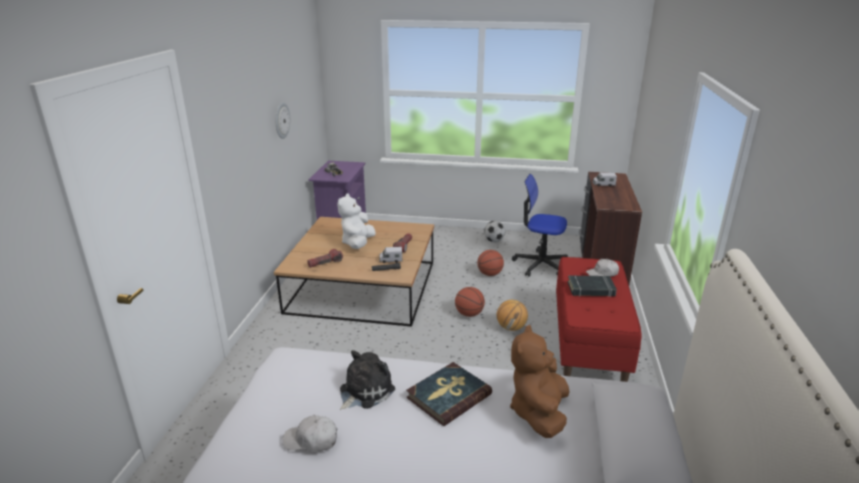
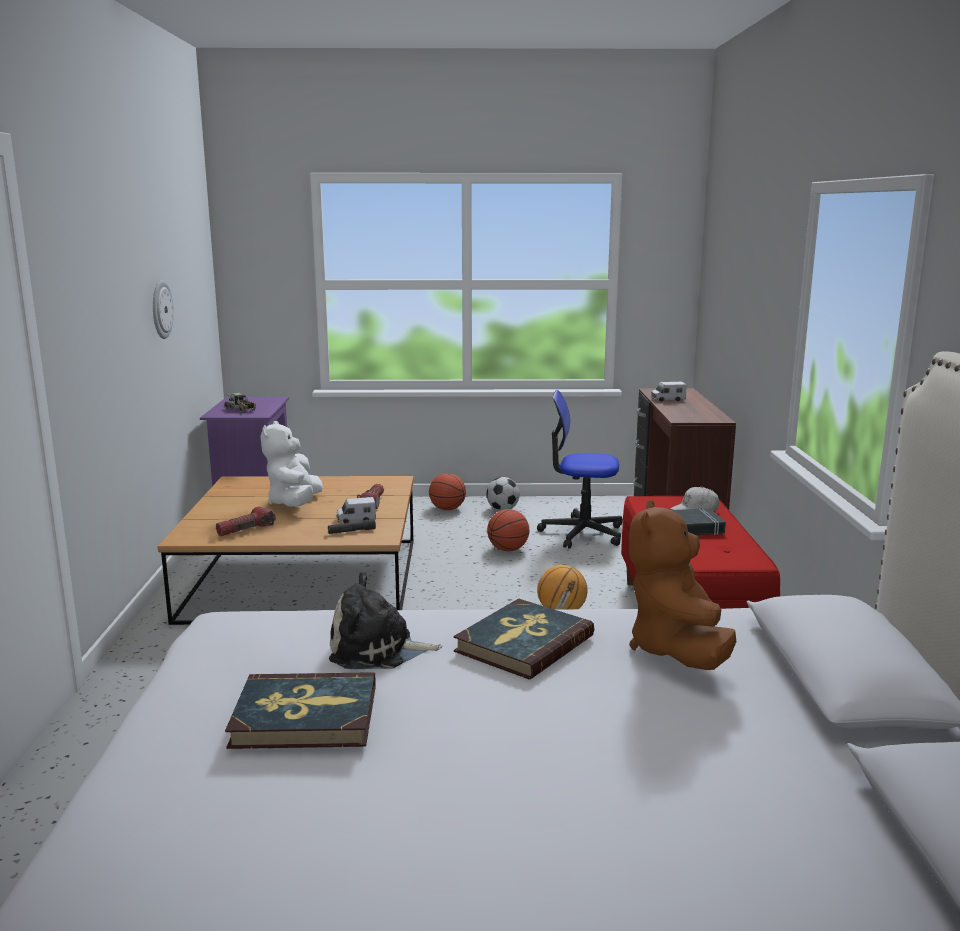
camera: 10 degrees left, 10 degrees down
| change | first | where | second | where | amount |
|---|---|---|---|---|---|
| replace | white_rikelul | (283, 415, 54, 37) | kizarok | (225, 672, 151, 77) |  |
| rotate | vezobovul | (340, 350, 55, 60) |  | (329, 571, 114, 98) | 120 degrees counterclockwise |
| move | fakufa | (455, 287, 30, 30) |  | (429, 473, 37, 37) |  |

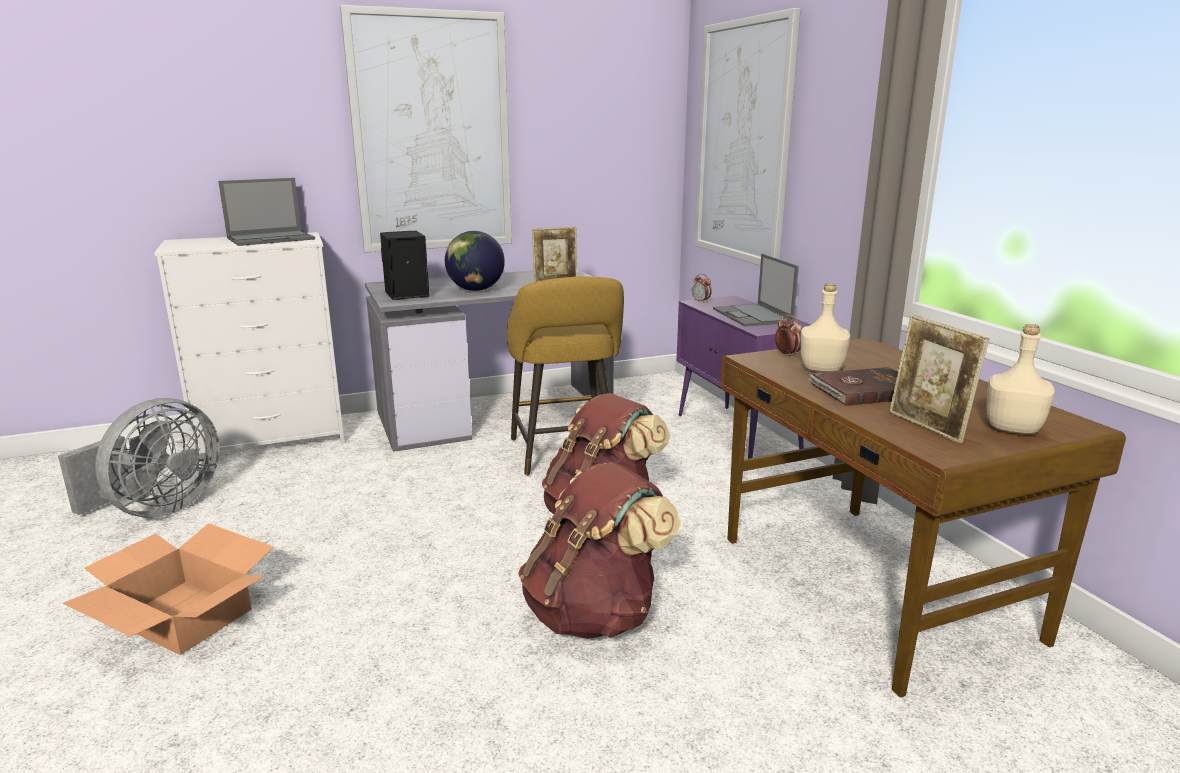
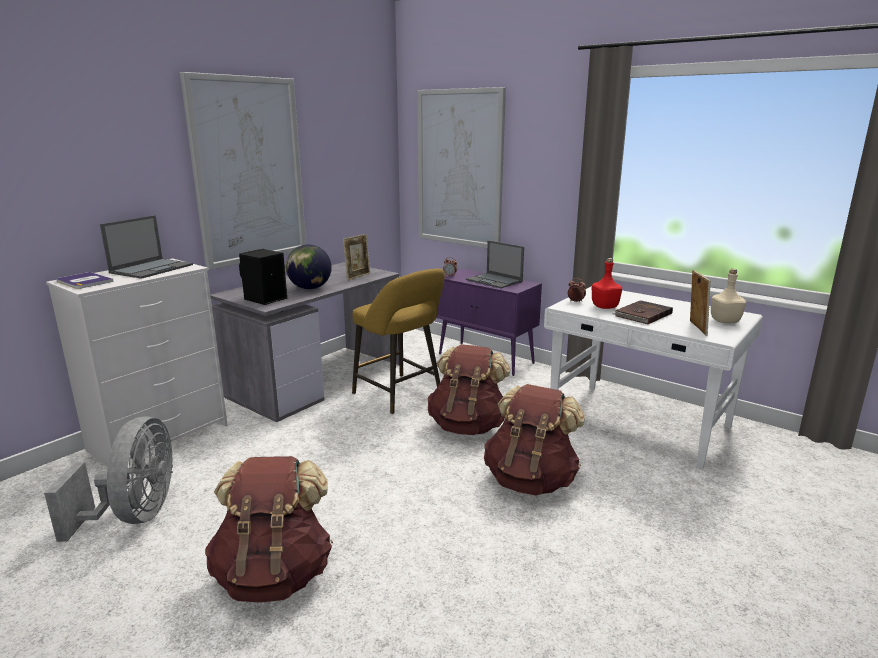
camera: 30 degrees left, 0 degrees up
| change | first | where | second | where | amount |
|---|---|---|---|---|---|
| replace | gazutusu | (63, 523, 211, 132) | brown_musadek | (205, 456, 128, 147) |  |
| recolor | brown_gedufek | (721, 338, 405, 360) | white_gedufek | (544, 286, 219, 184) |  |
| recolor | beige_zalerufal | (800, 283, 50, 89) | red_zalerufal | (592, 258, 30, 51) |  |
| rotate | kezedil | (889, 314, 100, 130) |  | (690, 270, 21, 66) | 120 degrees counterclockwise |
| insert |  |  | kizarok | (56, 272, 58, 17) |  |

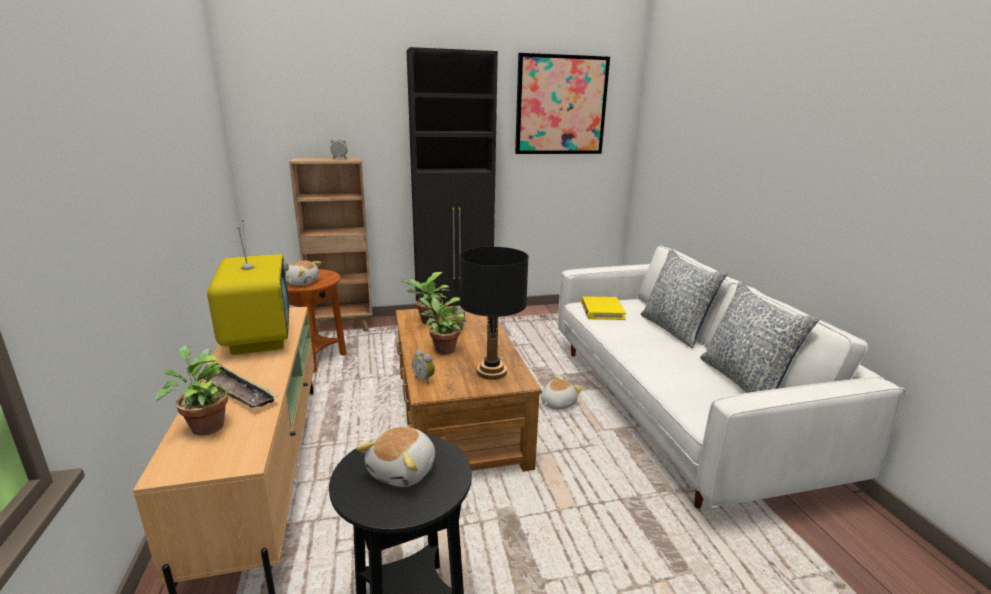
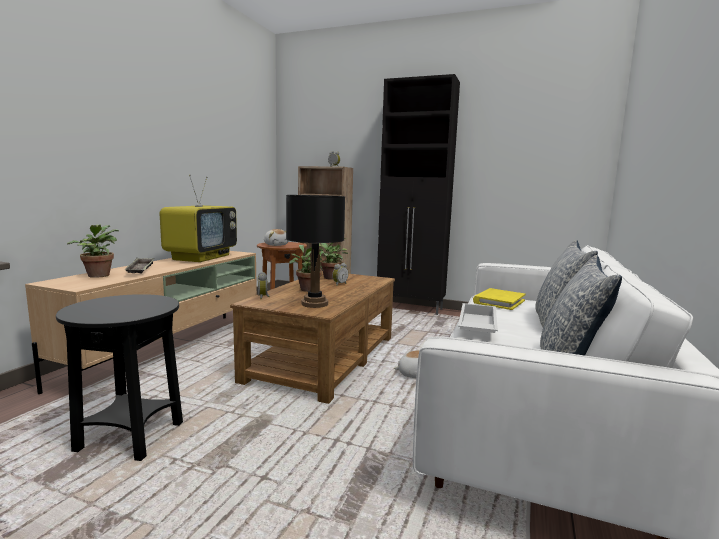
camera: 35 degrees right, 10 degrees down
| change | first | where | second | where | amount |
|---|---|---|---|---|---|
| delete | vezobovul | (356, 427, 79, 60) |  |  |  |
| delete | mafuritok | (515, 53, 95, 101) |  |  |  |
| insert |  |  | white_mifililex | (458, 303, 40, 30) |  |

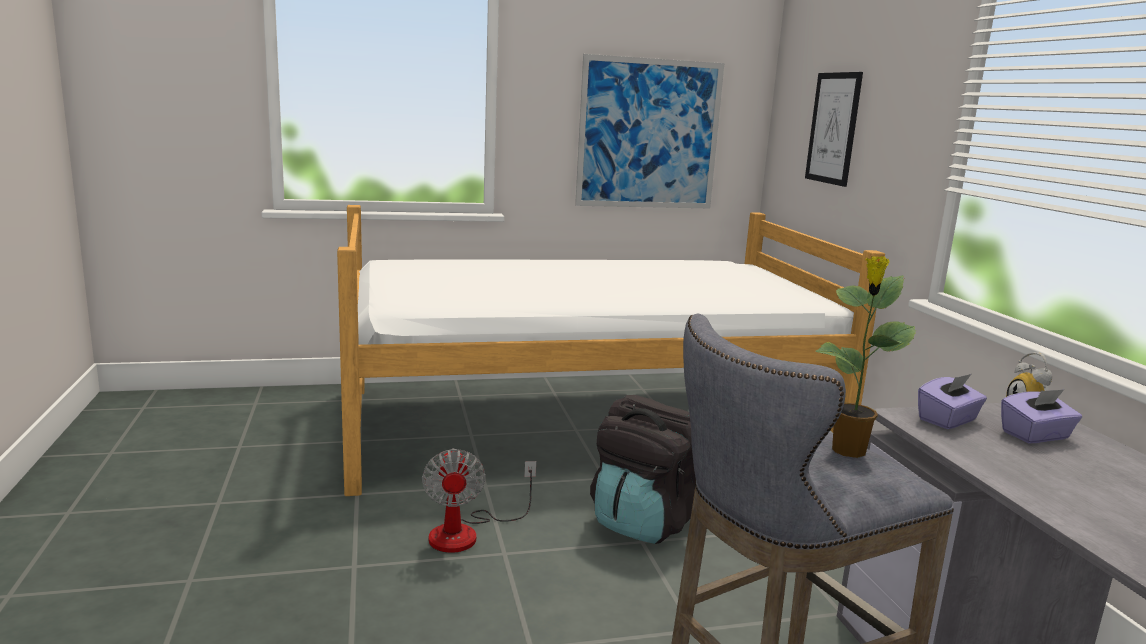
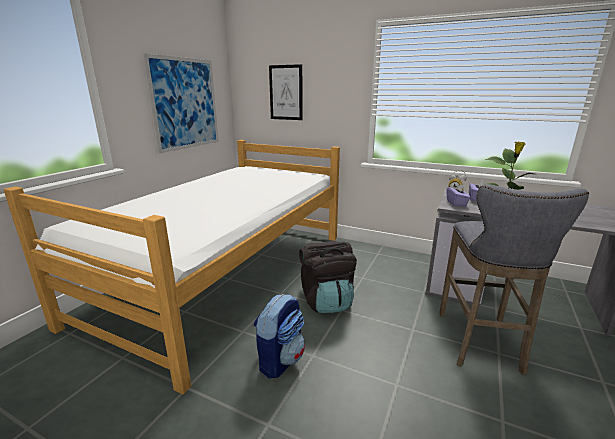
camera: 50 degrees left, 5 degrees up
| change | first | where | second | where | amount |
|---|---|---|---|---|---|
| replace | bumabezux | (422, 448, 114, 105) | musadek | (254, 294, 51, 85) |  |

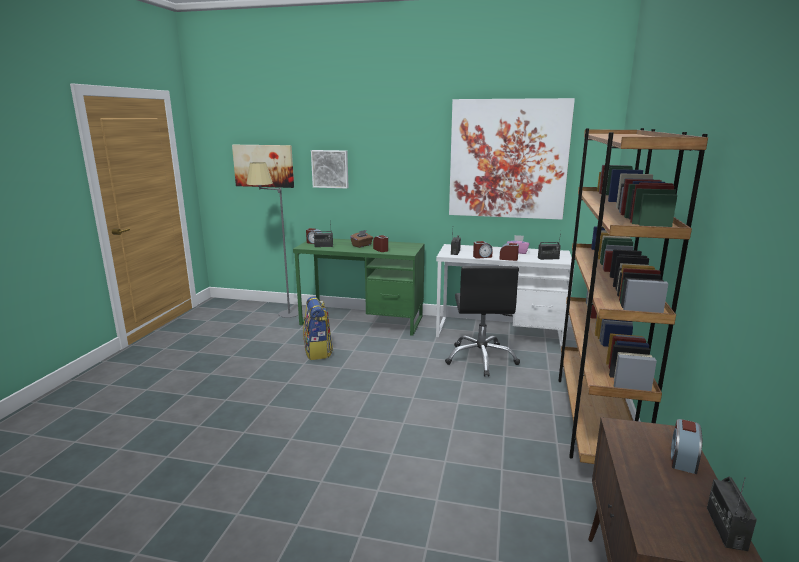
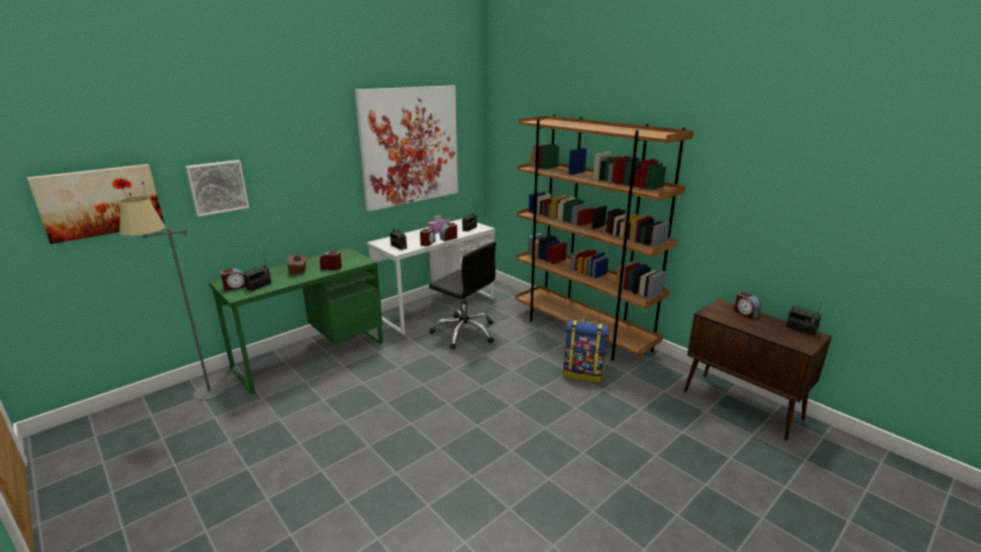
camera: 55 degrees left, 5 degrees up
| change | first | where | second | where | amount |
|---|---|---|---|---|---|
| move | musadek | (303, 296, 30, 64) |  | (563, 319, 46, 64) |  |

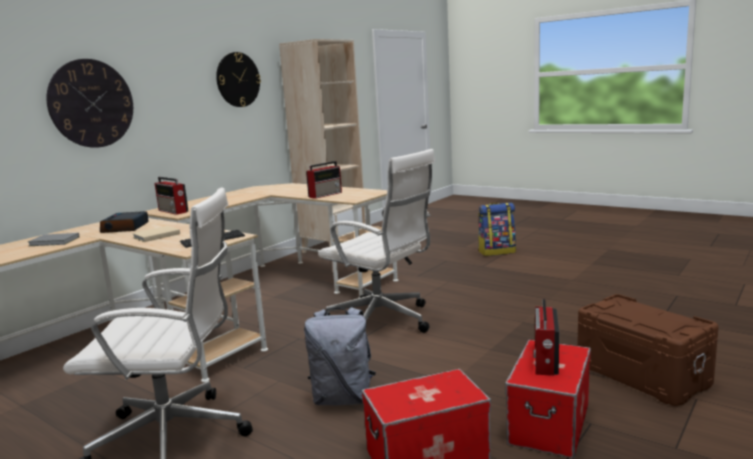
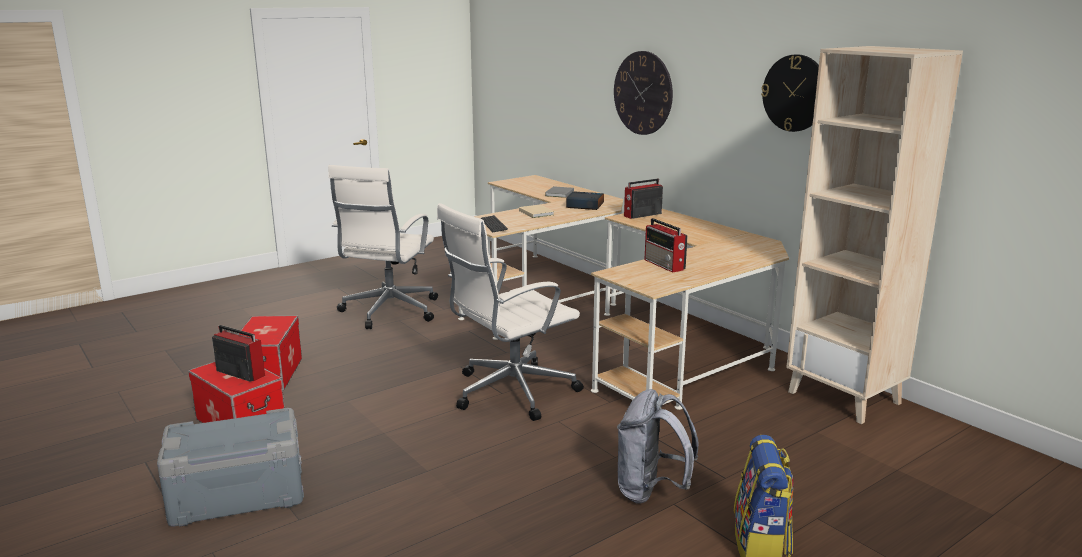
camera: 105 degrees right, 5 degrees up
| change | first | where | second | where | amount |
|---|---|---|---|---|---|
| move | grey_musadek | (304, 307, 72, 98) |  | (617, 389, 81, 115) |  |
| recolor | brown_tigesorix | (577, 294, 142, 112) | grey_tigesorix | (157, 408, 147, 119) |  |

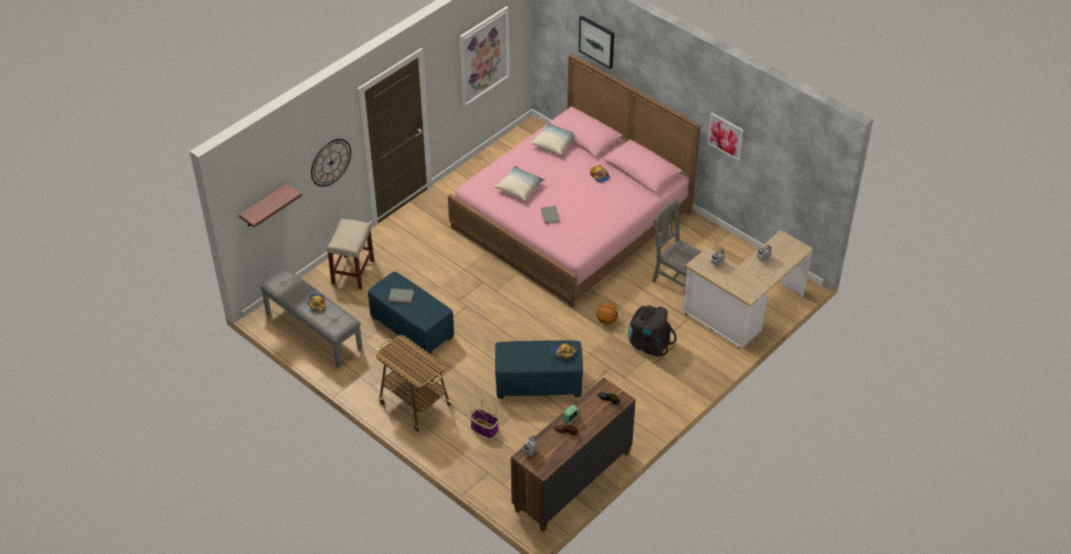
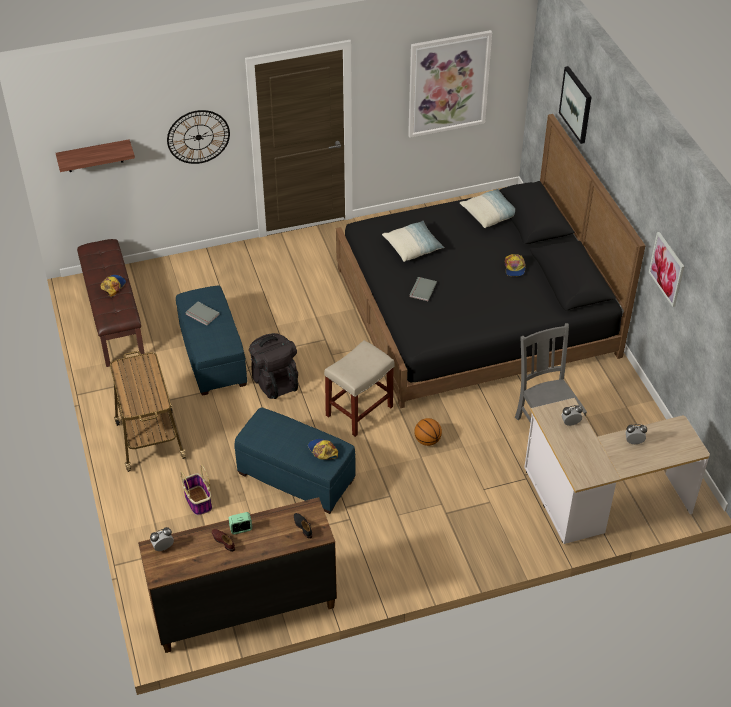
camera: 30 degrees right, 0 degrees up
| change | first | where | second | where | amount |
|---|---|---|---|---|---|
| recolor | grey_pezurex | (260, 268, 103, 100) | brown_pezurex | (77, 239, 68, 128) |  |
| move | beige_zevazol | (327, 219, 47, 70) |  | (324, 340, 70, 97) |  |
| recolor | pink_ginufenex | (448, 54, 253, 254) | black_ginufenex | (336, 114, 310, 294) |  |
| move | black_musadek | (628, 305, 48, 52) |  | (249, 333, 49, 66) |  |

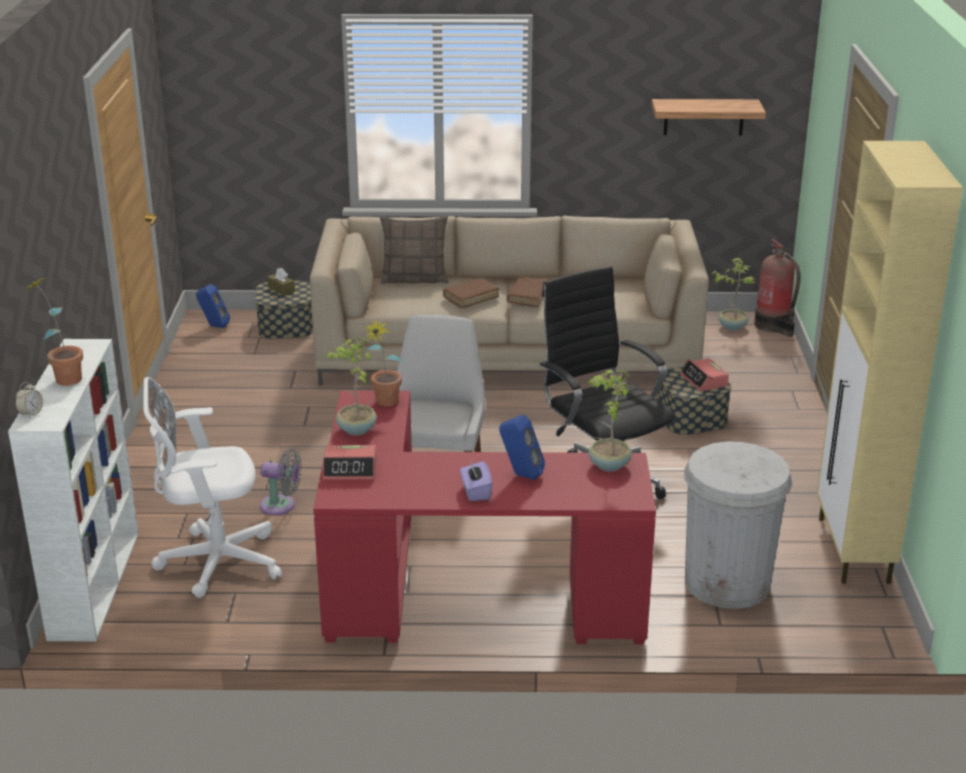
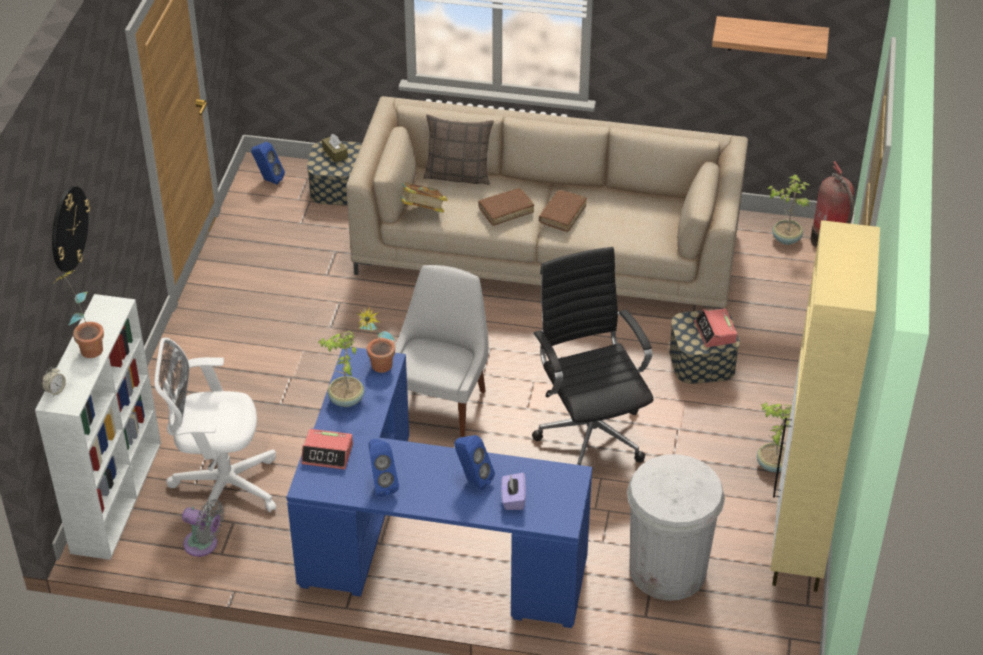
camera: 10 degrees right, 15 degrees up
| change | first | where | second | where | amount |
|---|---|---|---|---|---|
| move | grey_bumabezux | (260, 449, 42, 66) |  | (182, 499, 42, 58) |  |
| recolor | red_gedufek | (313, 390, 343, 254) | blue_gedufek | (287, 347, 305, 281) |  |
| move | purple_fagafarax | (460, 461, 33, 40) |  | (501, 473, 25, 37) |  |
| move | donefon | (587, 370, 45, 102) |  | (757, 403, 35, 69) |  |
| insert |  |  | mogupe | (52, 186, 38, 86) |  |
| insert |  |  | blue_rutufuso | (368, 439, 31, 58) |  |
| insert |  |  | kizarok | (400, 182, 48, 31) |  |

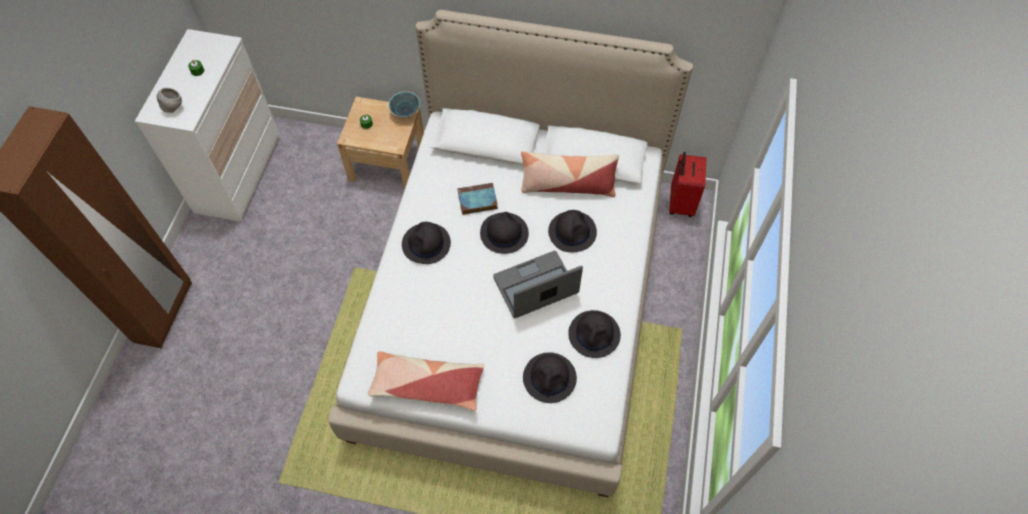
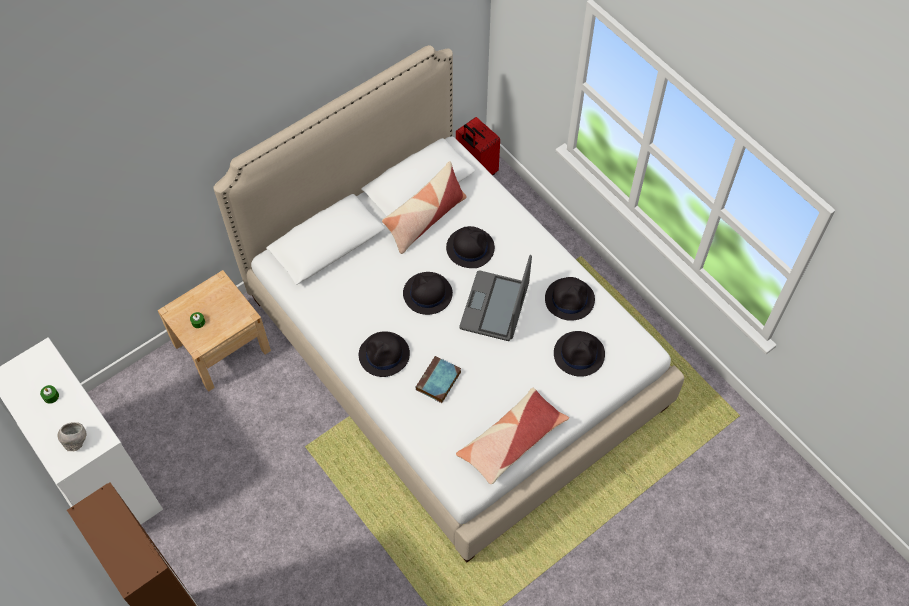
camera: 50 degrees left, 0 degrees up
| change | first | where | second | where | amount |
|---|---|---|---|---|---|
| delete | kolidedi | (389, 91, 31, 27) |  |  |  |
| move | kizarok | (457, 183, 41, 32) |  | (416, 356, 45, 47) |  |

